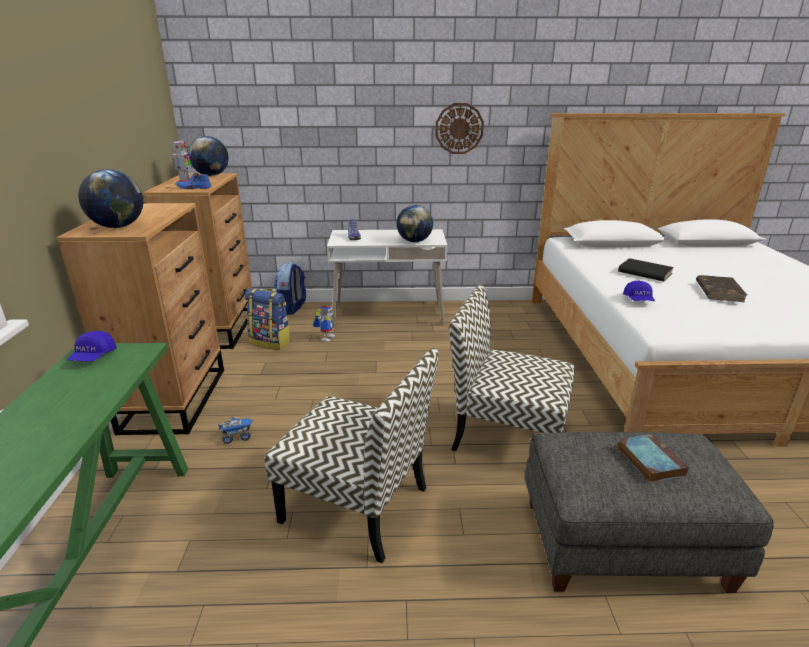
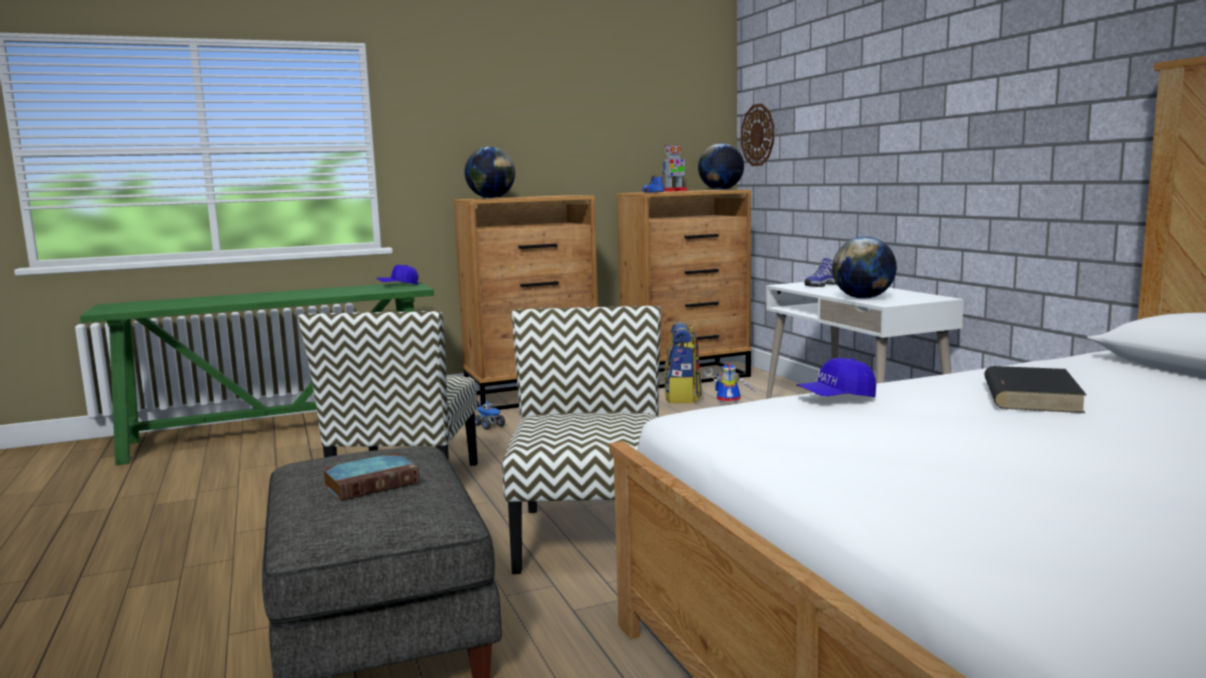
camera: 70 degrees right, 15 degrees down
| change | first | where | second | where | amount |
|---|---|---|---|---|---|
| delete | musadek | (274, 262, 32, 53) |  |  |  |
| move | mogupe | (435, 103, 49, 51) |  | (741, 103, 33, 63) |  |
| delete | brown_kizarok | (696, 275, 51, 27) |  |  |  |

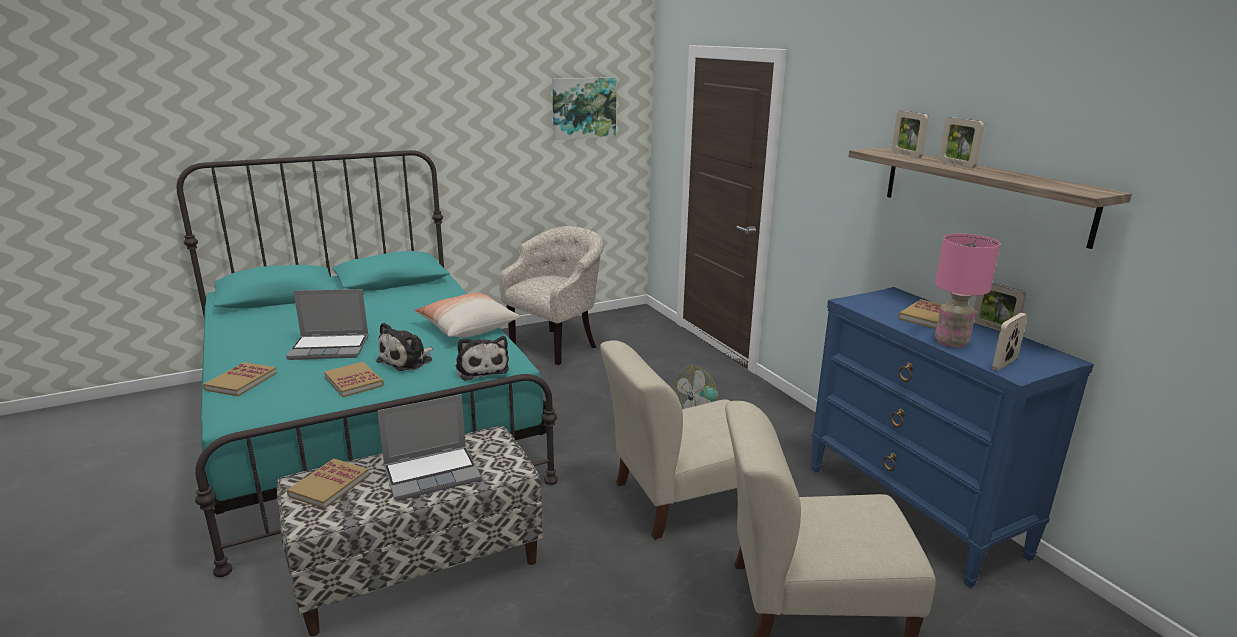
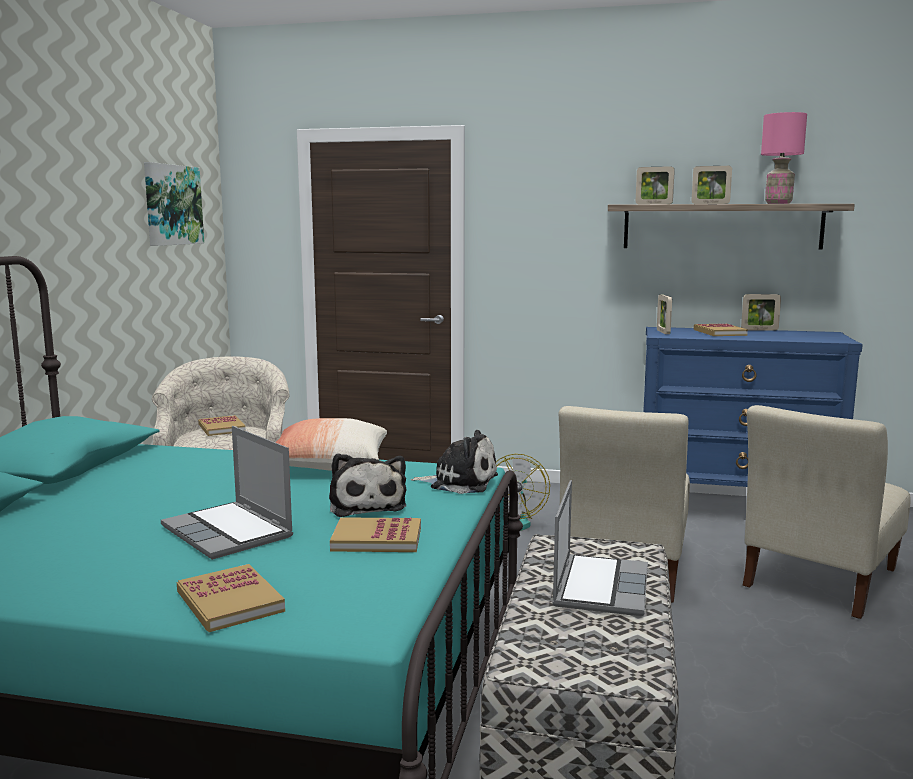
camera: 50 degrees left, 10 degrees down
| change | first | where | second | where | amount |
|---|---|---|---|---|---|
| rotate | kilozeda | (286, 289, 83, 71) |  | (161, 426, 132, 134) | 105 degrees clockwise |
| move | kizarok | (287, 459, 82, 50) |  | (198, 415, 48, 21) |  |
| move | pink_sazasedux | (935, 234, 65, 114) |  | (761, 112, 46, 92) |  |
| move | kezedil | (992, 312, 36, 59) |  | (657, 294, 15, 40) |  |

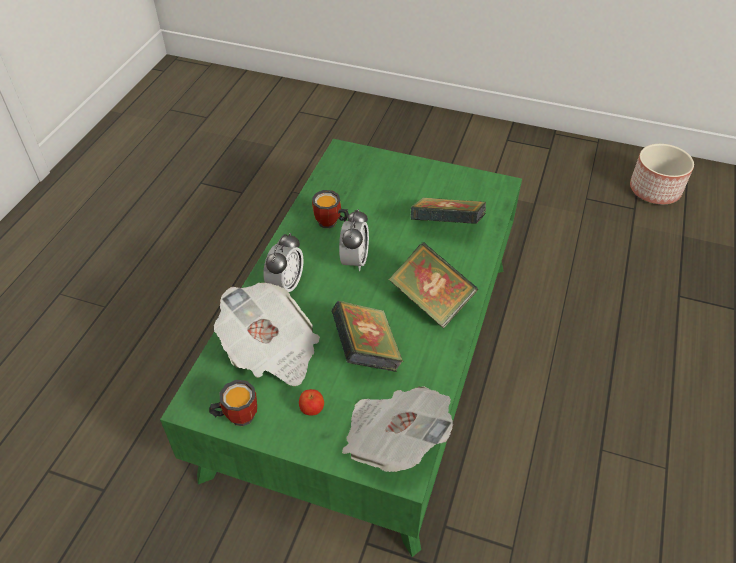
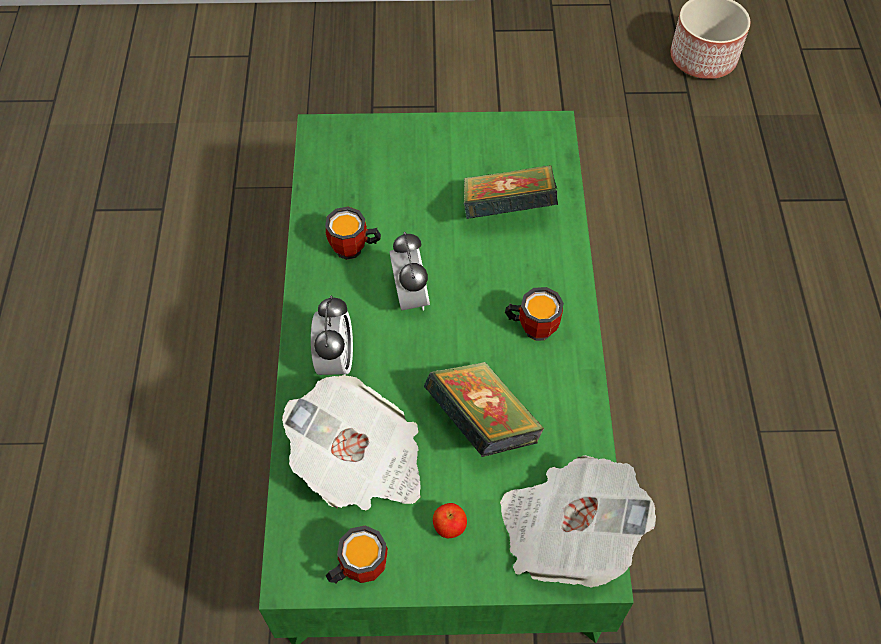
camera: 20 degrees left, 10 degrees up
| change | first | where | second | where | amount |
|---|---|---|---|---|---|
| replace | kizarok | (389, 242, 89, 86) | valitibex | (505, 287, 59, 54) |  |

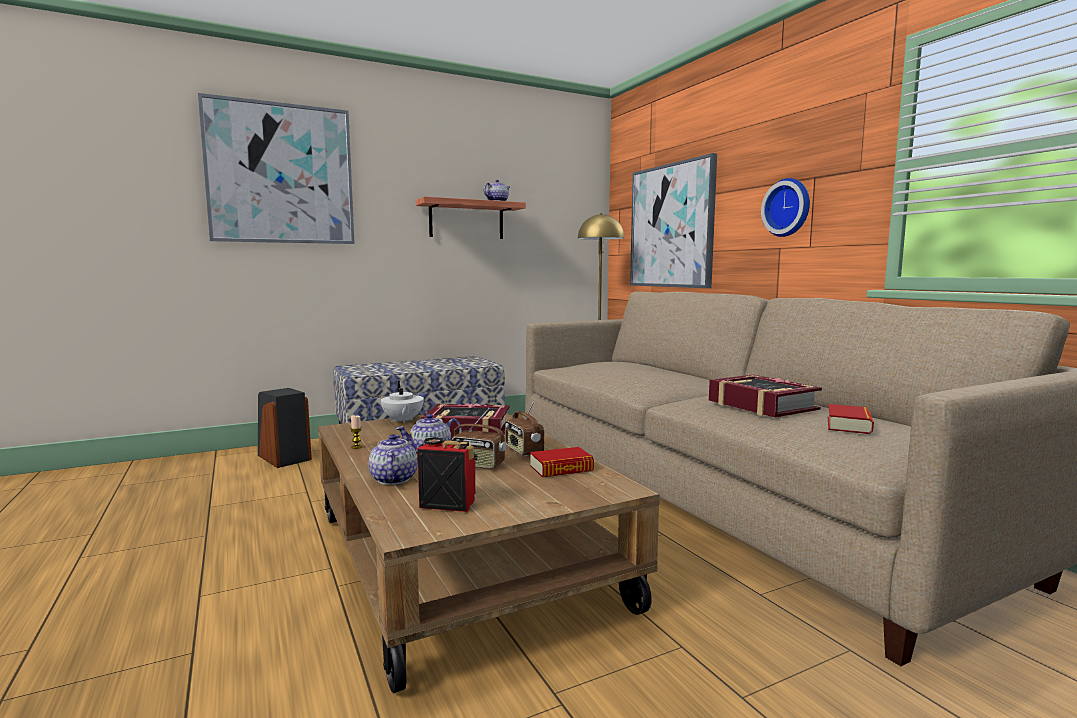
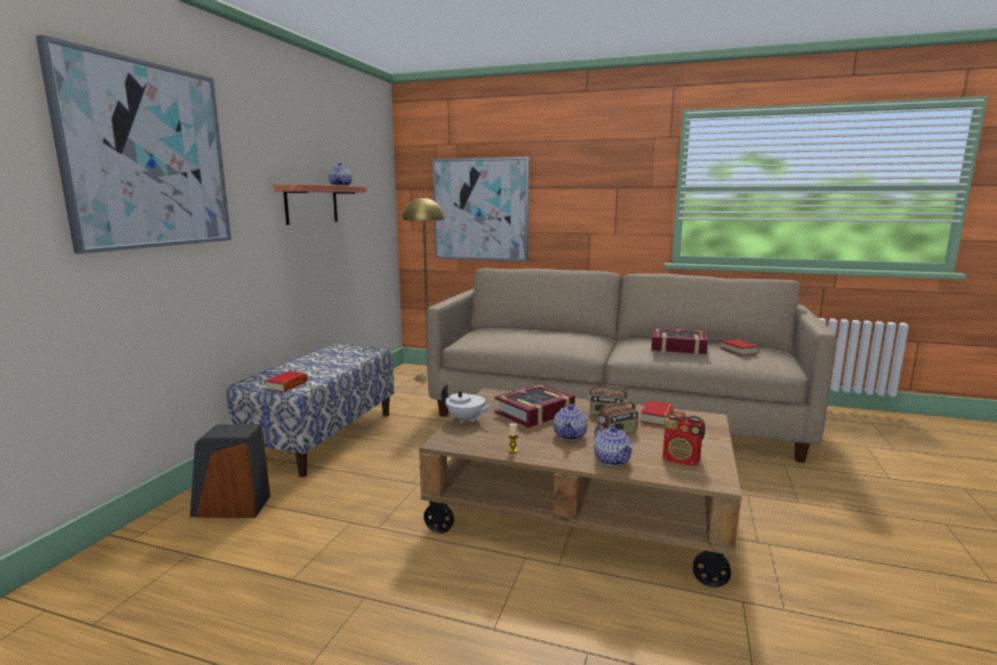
camera: 45 degrees left, 5 degrees up
| change | first | where | second | where | amount |
|---|---|---|---|---|---|
| rotate | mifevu | (369, 434, 49, 51) |  | (594, 425, 39, 41) | 150 degrees counterclockwise |
| rotate | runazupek | (417, 437, 58, 75) |  | (663, 410, 42, 56) | 120 degrees counterclockwise |
| delete | mogupe | (761, 178, 49, 59) |  |  |  |
| insert |  |  | kizarok | (265, 371, 43, 21) |  |

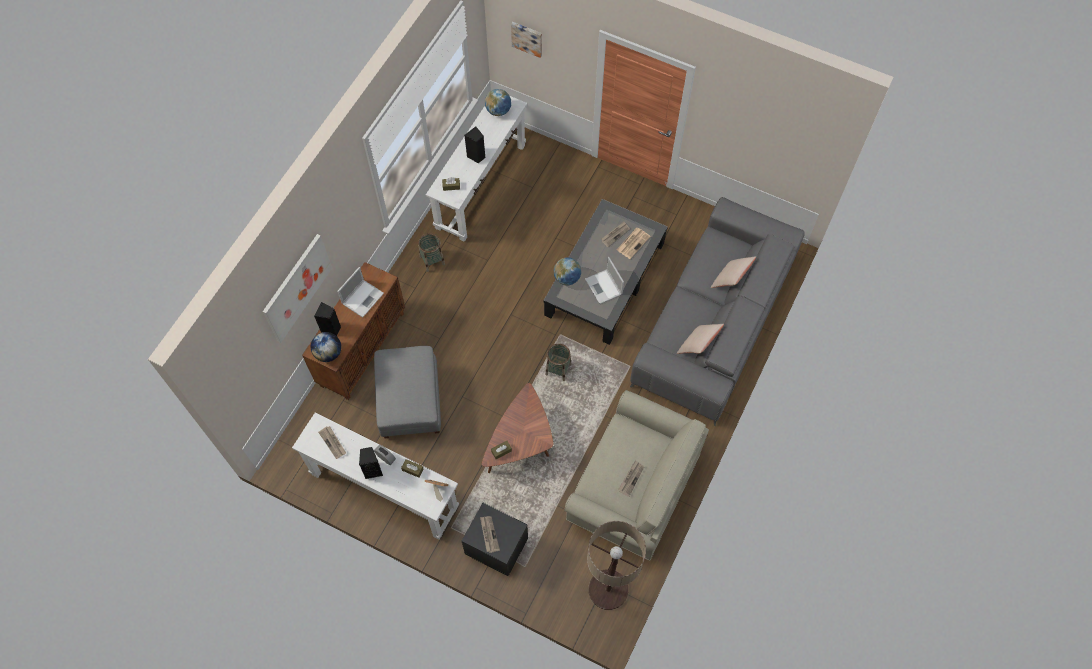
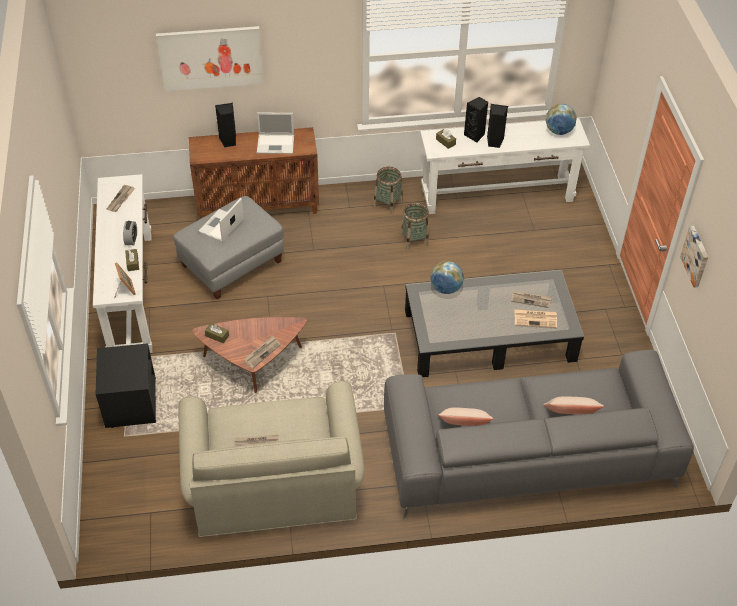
camera: 55 degrees right, 15 degrees down
| change | first | where | second | where | amount |
|---|---|---|---|---|---|
| delete | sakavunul | (311, 332, 30, 30) |  |  |  |
| move | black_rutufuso | (359, 447, 24, 32) |  | (464, 97, 24, 46) |  |
| move | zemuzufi | (480, 516, 20, 37) |  | (244, 336, 37, 32) |  |
| move | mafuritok | (511, 22, 31, 36) |  | (680, 226, 28, 62) |  |
| move | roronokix | (545, 344, 26, 37) |  | (401, 202, 28, 48) |  |
| move | kilozeda | (585, 257, 39, 47) |  | (198, 198, 46, 44) |  |
| delete | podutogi | (587, 521, 59, 89) |  |  |  |

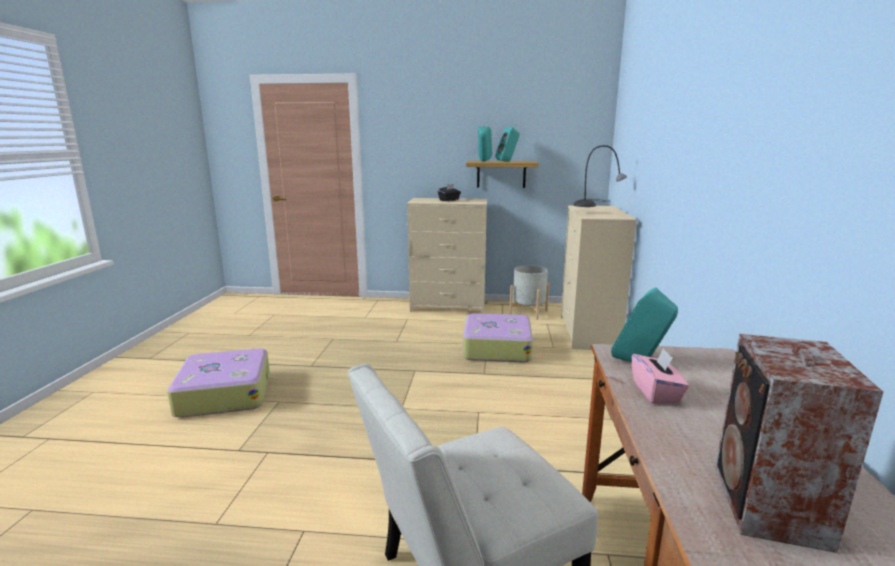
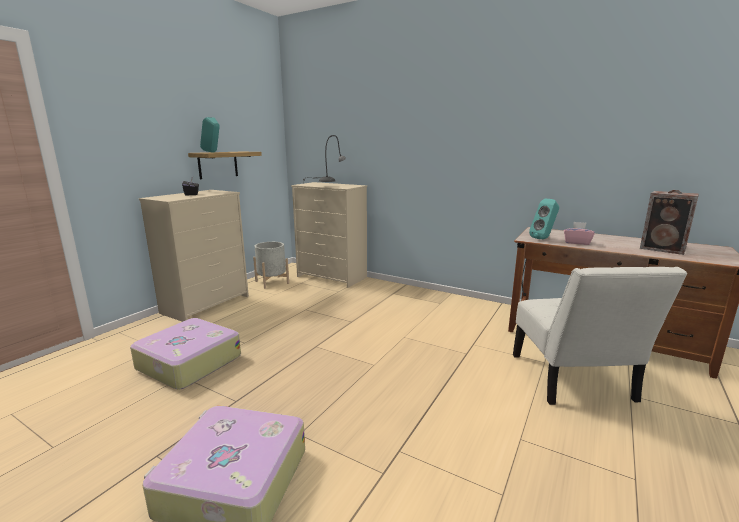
camera: 65 degrees left, 0 degrees up
| change | first | where | second | where | amount |
|---|---|---|---|---|---|
| move | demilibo | (463, 313, 70, 49) |  | (130, 318, 111, 71) |  |
| delete | turquoise_rutufuso | (495, 127, 25, 35) |  |  |  |

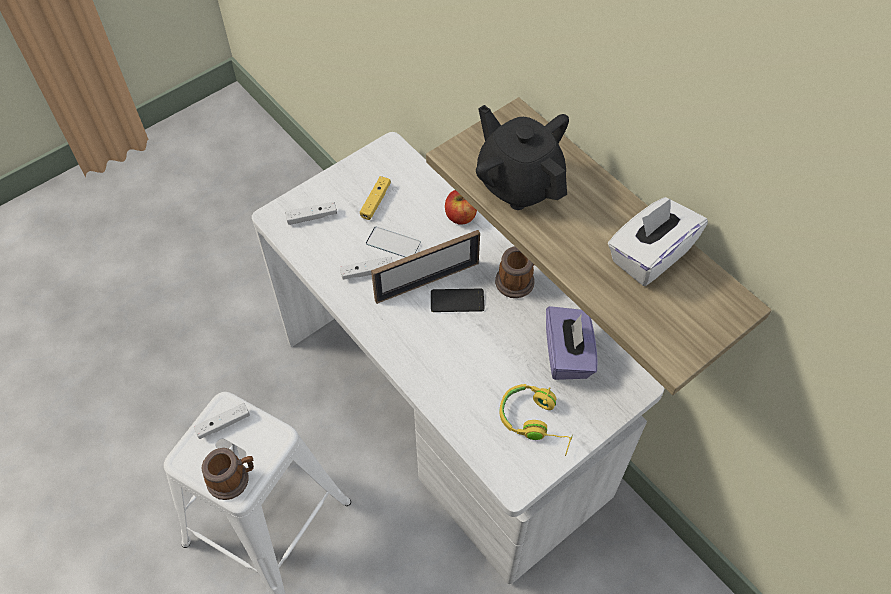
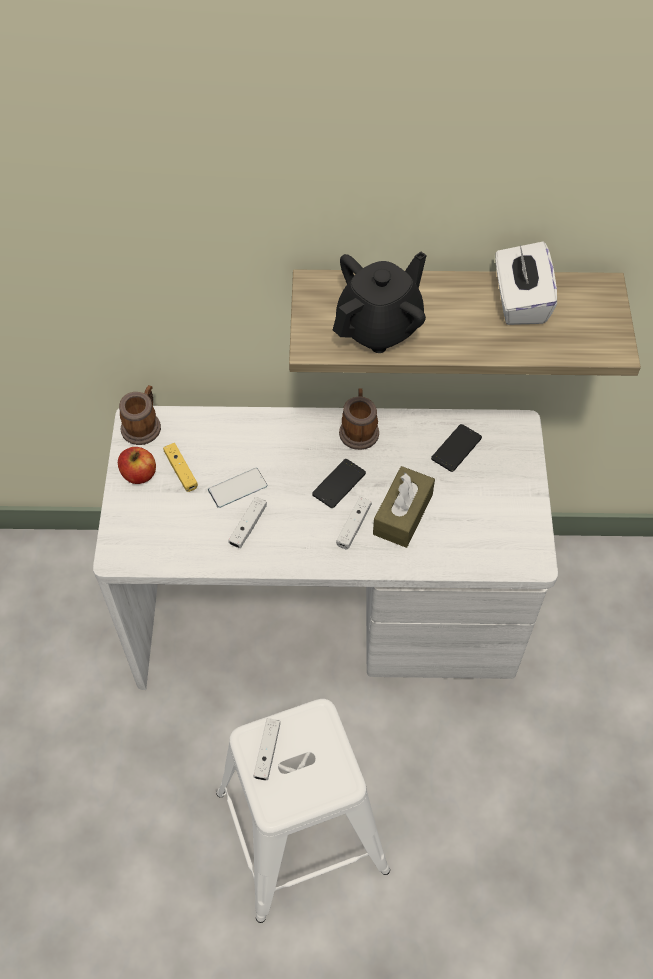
camera: 50 degrees left, 0 degrees up
| change | first | where | second | where | amount |
|---|---|---|---|---|---|
| move | valitibex | (202, 448, 52, 52) |  | (119, 385, 42, 60) |  |
| move | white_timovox | (285, 202, 52, 23) |  | (336, 497, 35, 53) |  |
| delete | kezedil | (371, 230, 109, 74) |  |  |  |
| move | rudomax | (445, 190, 32, 35) |  | (118, 447, 38, 37) |  |
| rotate | black_mifevu | (476, 105, 93, 105) |  | (333, 252, 93, 101) | 135 degrees clockwise |
| delete | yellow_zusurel | (499, 384, 74, 72) |  |  |  |
| replace | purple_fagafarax | (546, 306, 52, 74) | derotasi | (431, 424, 51, 48) |  |
| insert |  |  | brown_fagafarax | (373, 466, 62, 82) |  |

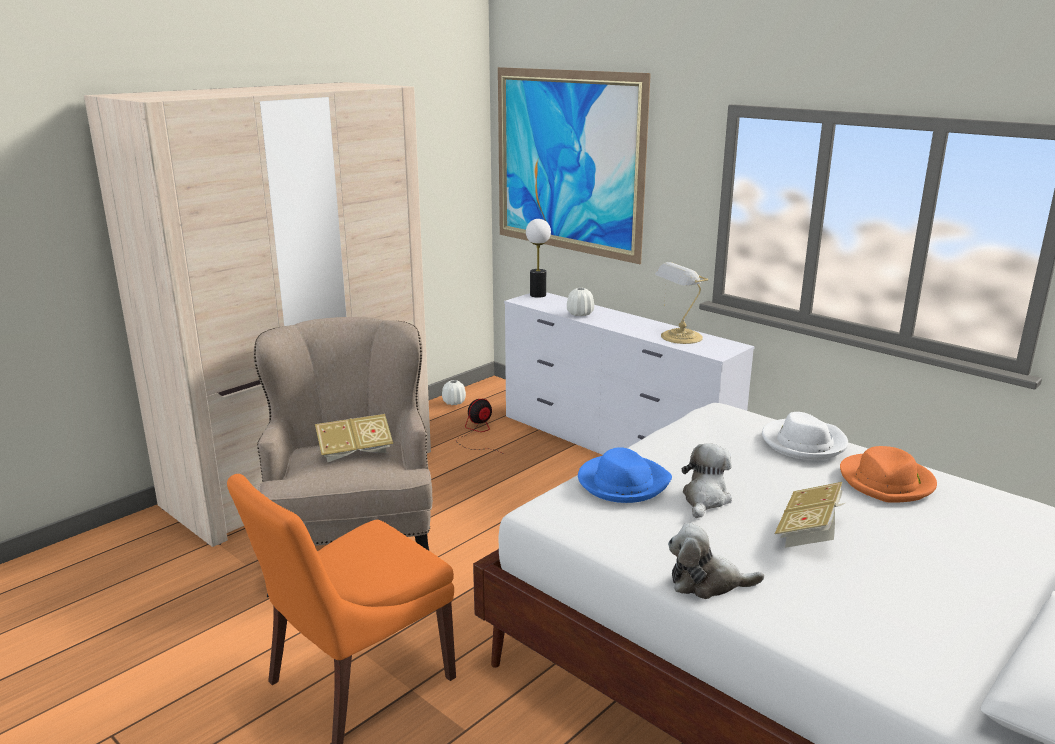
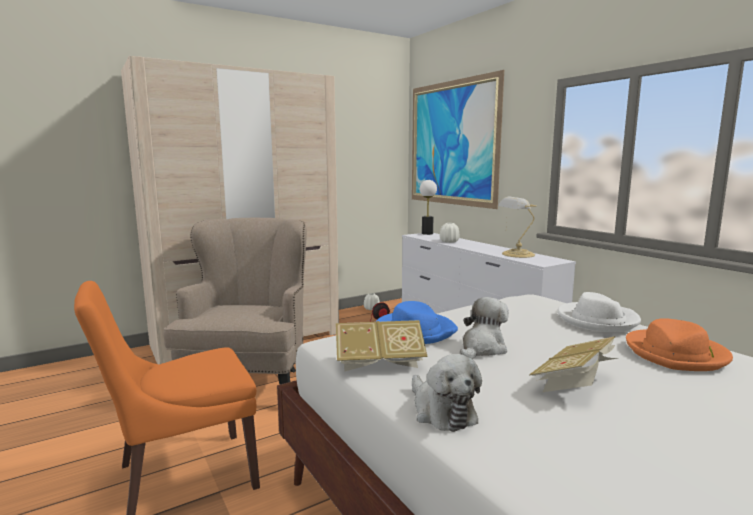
camera: 15 degrees right, 10 degrees down
| change | first | where | second | where | amount |
|---|---|---|---|---|---|
| move | kizarok | (315, 414, 78, 48) |  | (336, 320, 91, 51) |  |
| rotate | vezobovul | (668, 523, 96, 76) |  | (412, 354, 70, 78) | 135 degrees counterclockwise |

